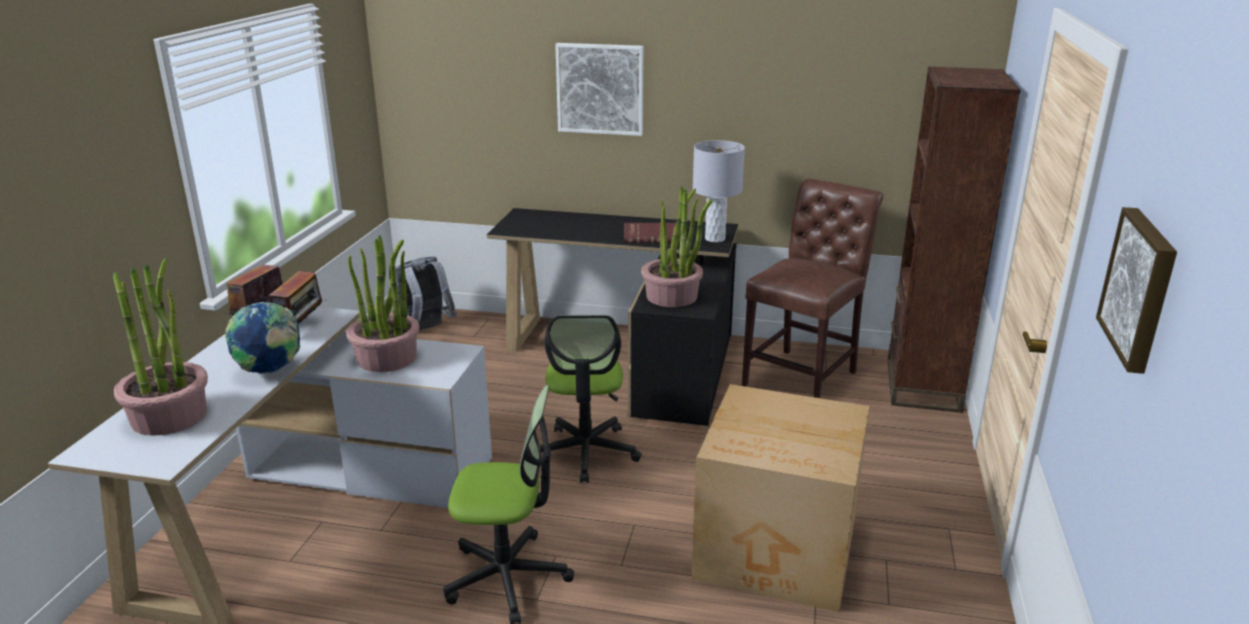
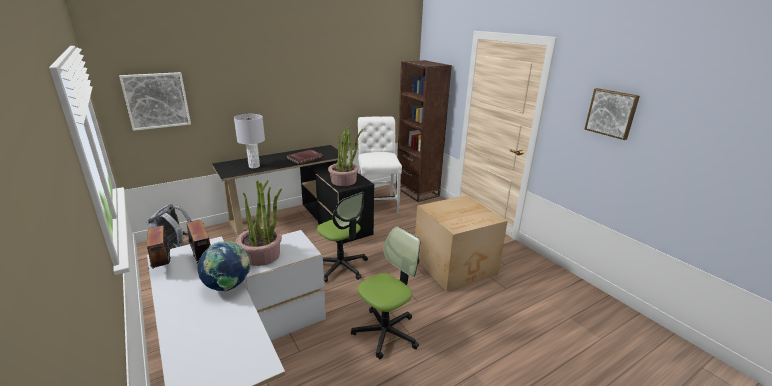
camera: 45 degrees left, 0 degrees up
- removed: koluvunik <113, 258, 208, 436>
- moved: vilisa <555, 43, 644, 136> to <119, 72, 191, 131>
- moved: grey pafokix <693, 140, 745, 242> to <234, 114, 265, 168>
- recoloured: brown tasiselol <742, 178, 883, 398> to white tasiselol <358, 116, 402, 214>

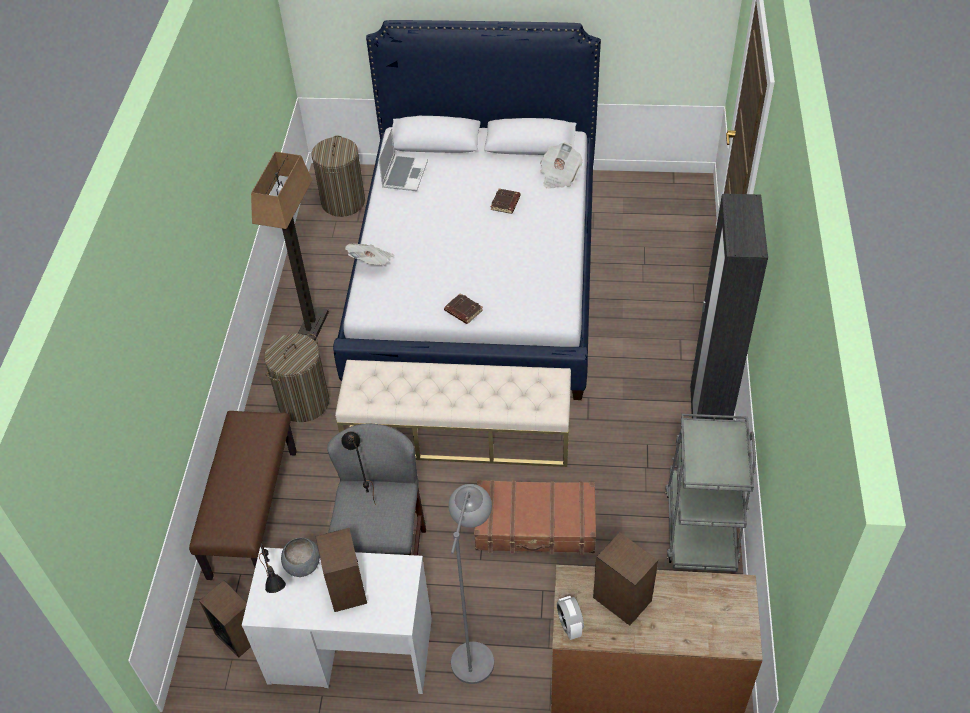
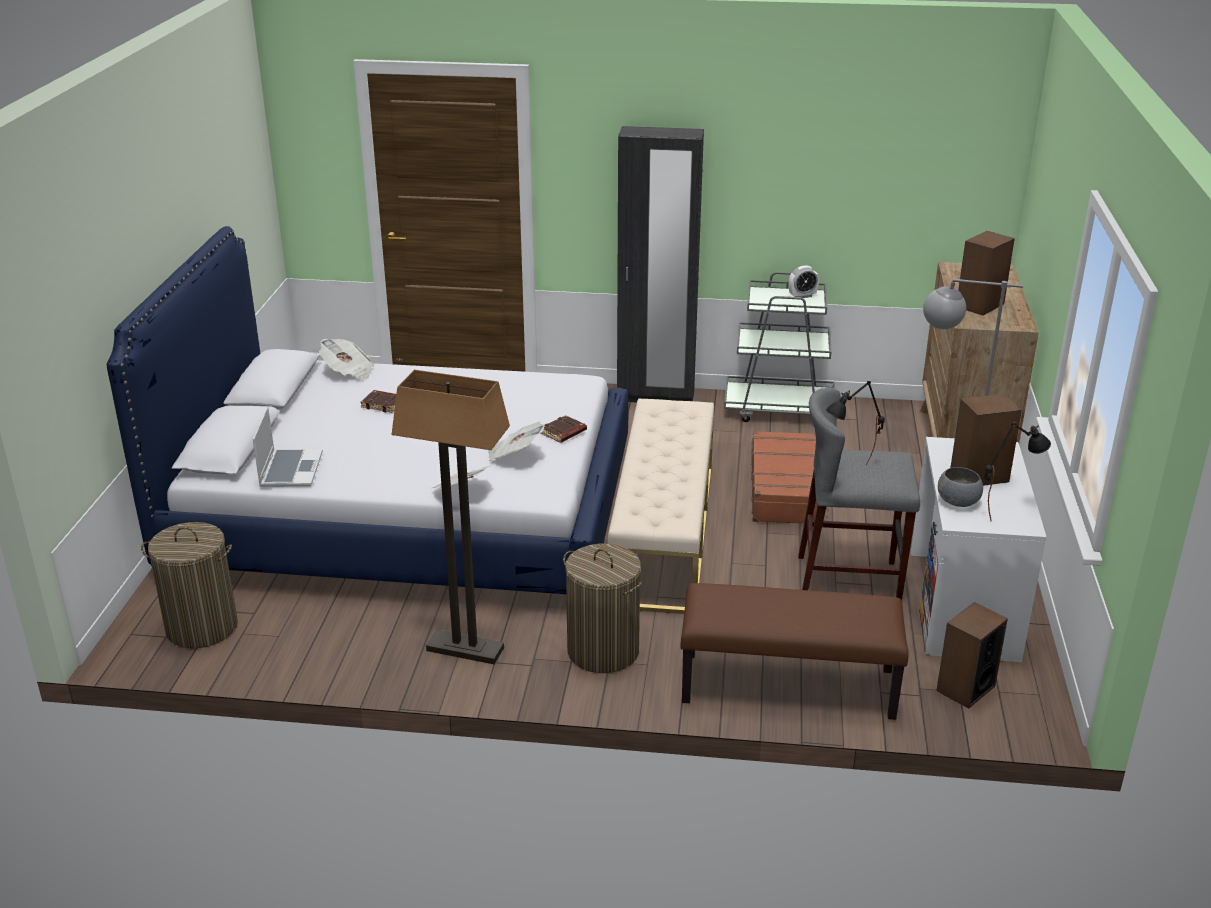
camera: 90 degrees left, 20 degrees down
- turned: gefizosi <378, 128, 428, 191> = <253, 406, 323, 487> 75 degrees clockwise
- moved: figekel <557, 596, 584, 640> to <789, 265, 819, 298>
- added: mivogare <488, 421, 544, 461>

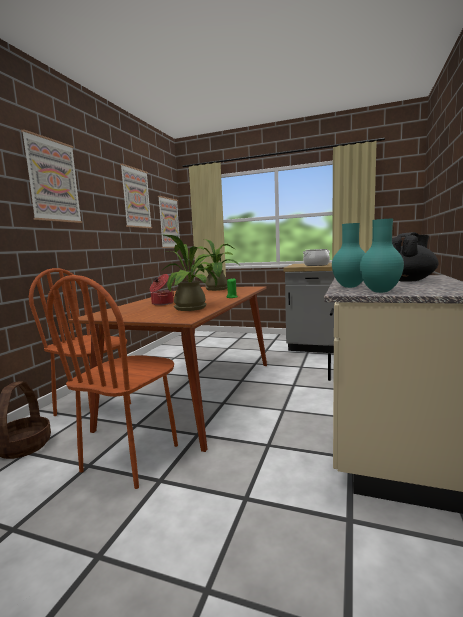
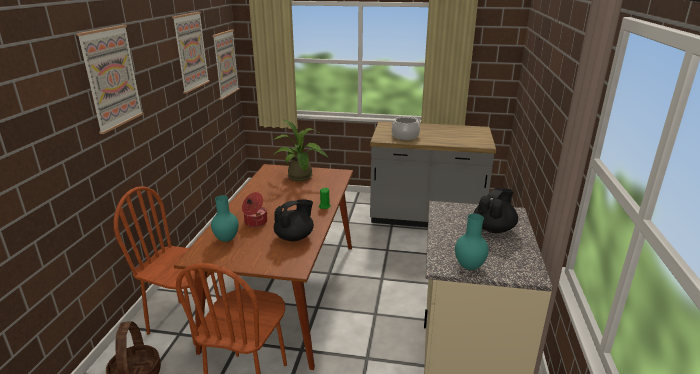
camera: 10 degrees left, 15 degrees up
- replaced: koluvunik <161, 235, 217, 311> to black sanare <274, 199, 314, 241>
- moved: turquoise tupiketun <332, 223, 365, 288> to <211, 195, 239, 242>

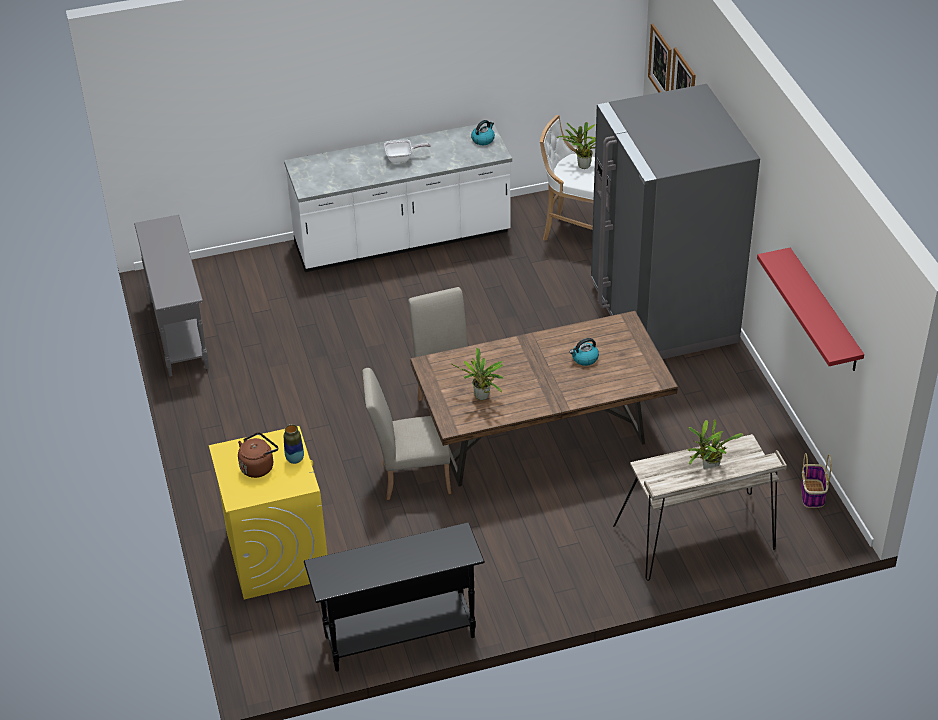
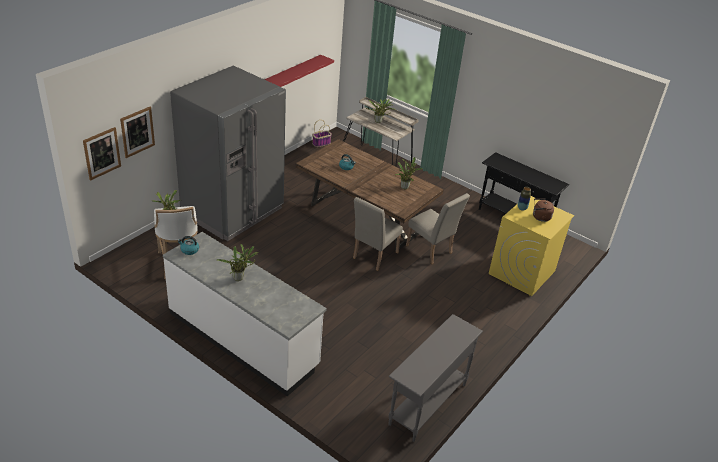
camera: 130 degrees left, 5 degrees down
- replaced: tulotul <384, 139, 431, 163> to koluvunik <217, 244, 259, 281>

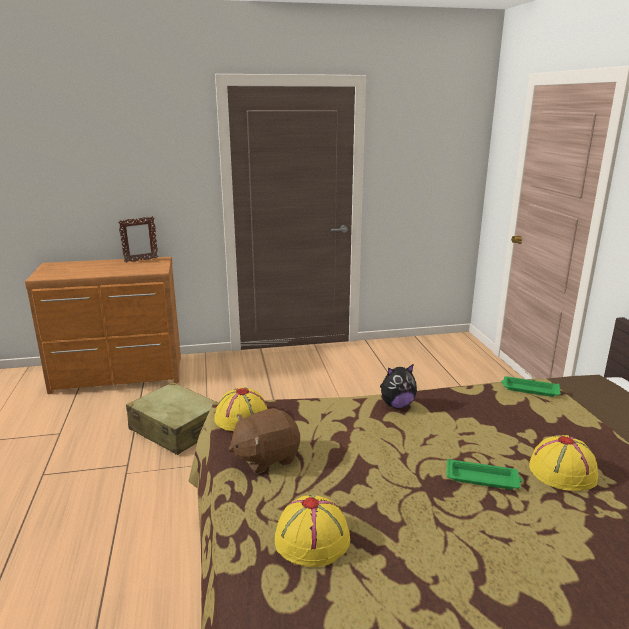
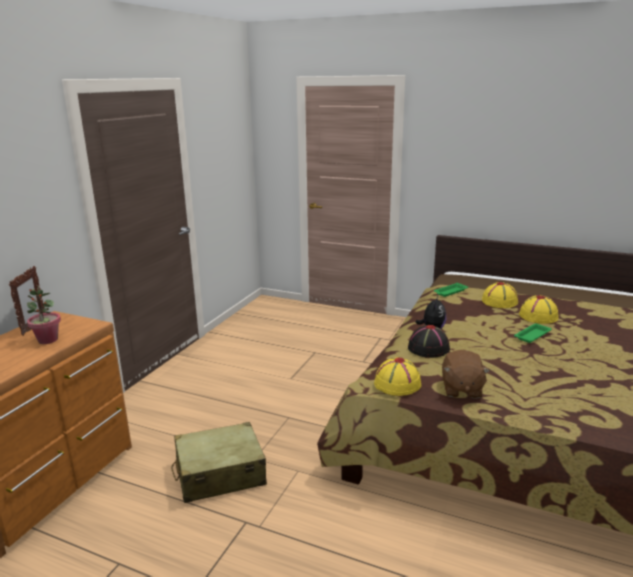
camera: 55 degrees left, 0 degrees up
- moved: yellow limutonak <275, 495, 350, 567> to <482, 282, 518, 308>
- added: koluvunik <27, 286, 61, 344>
- added: black limutonak <408, 325, 450, 358>

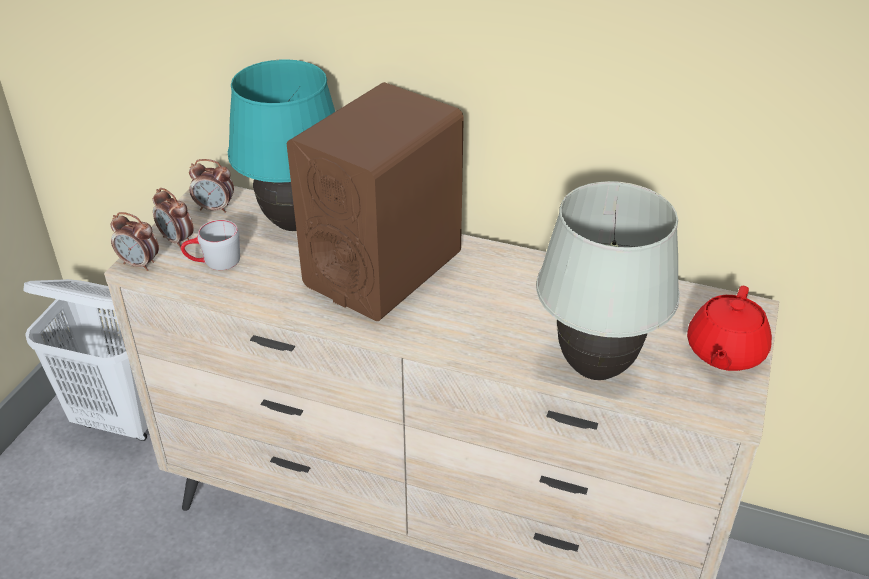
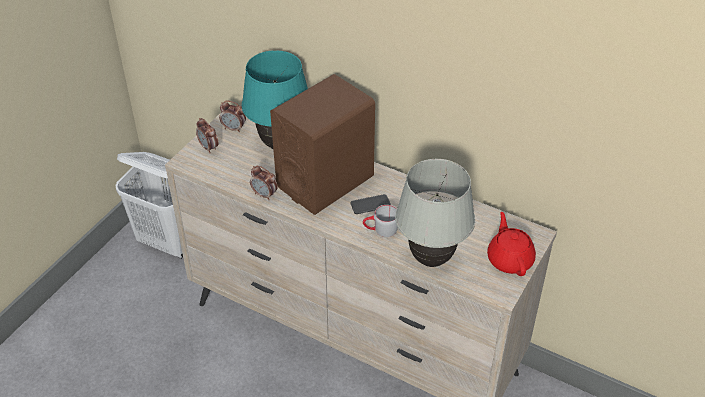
camera: 10 degrees right, 5 degrees up
- moved: figekel <110, 212, 159, 271> to <250, 166, 278, 200>
- moved: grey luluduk <181, 220, 240, 270> to <363, 205, 398, 237>
- turned: red sanare <687, 286, 772, 371> = <487, 212, 536, 276> 135 degrees clockwise
- added: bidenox <350, 194, 391, 214>

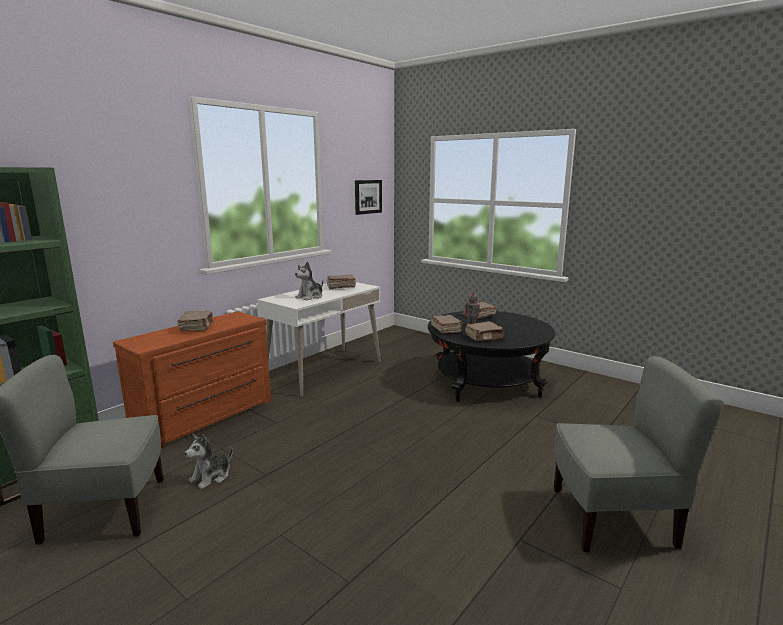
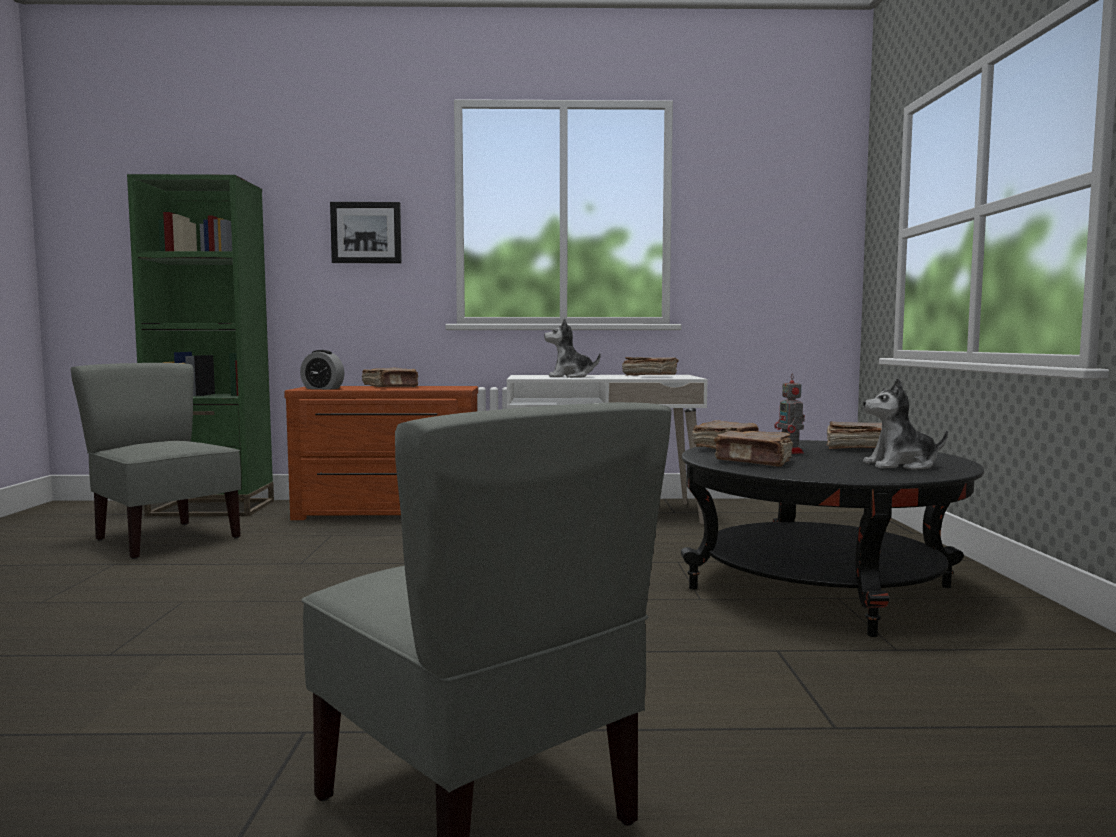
camera: 50 degrees right, 10 degrees down
- moved: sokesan <184, 434, 233, 489> to <863, 378, 948, 470>
- moved: vilisa <355, 180, 382, 215> to <330, 202, 402, 263>
- added: figekel <300, 350, 345, 390>

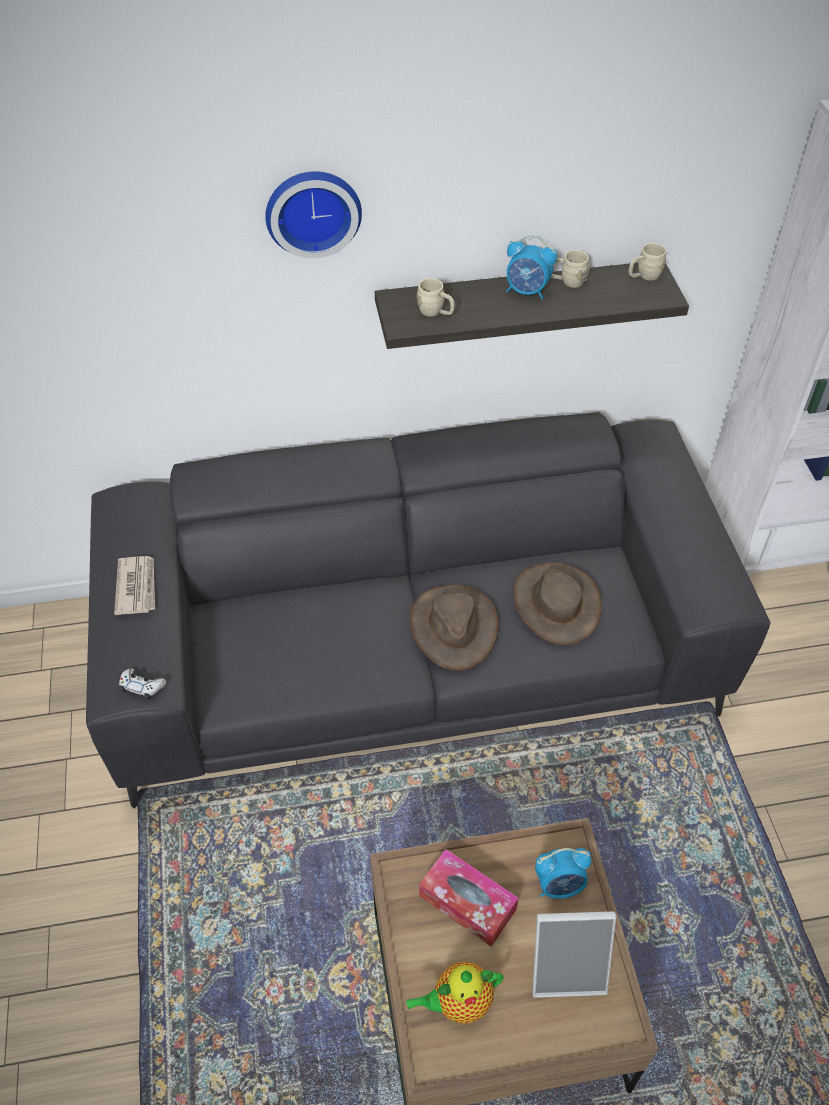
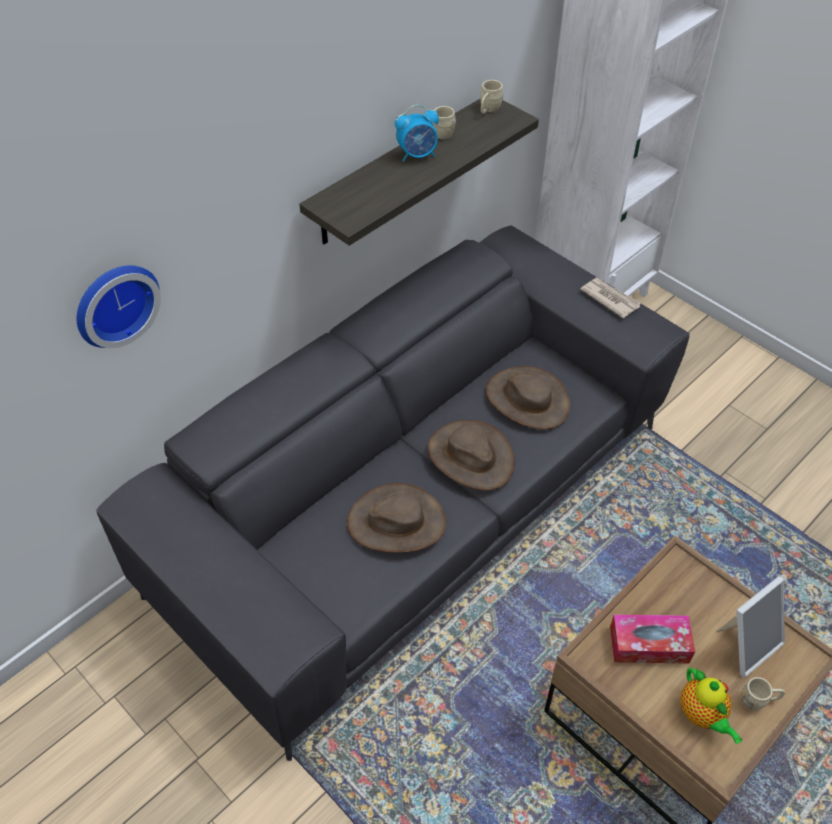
camera: 35 degrees left, 0 degrees up
- moved: mivogare <114, 556, 155, 615> to <580, 278, 641, 319>
- removed: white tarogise <119, 669, 166, 699>
- moved: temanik <265, 171, 362, 259> to <77, 265, 161, 348>
- turned: sanare <406, 962, 504, 1024> = <680, 668, 742, 744> 60 degrees counterclockwise
- moved: beige luluduk <417, 278, 455, 317> to <741, 677, 785, 710>
- removed: figekel <535, 848, 592, 899>
- added: brown limutonak <347, 483, 446, 553>

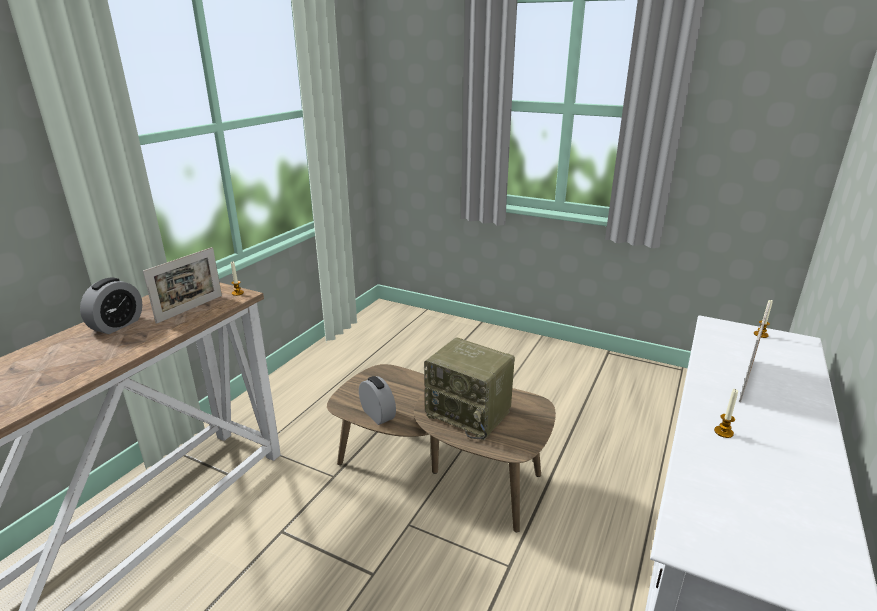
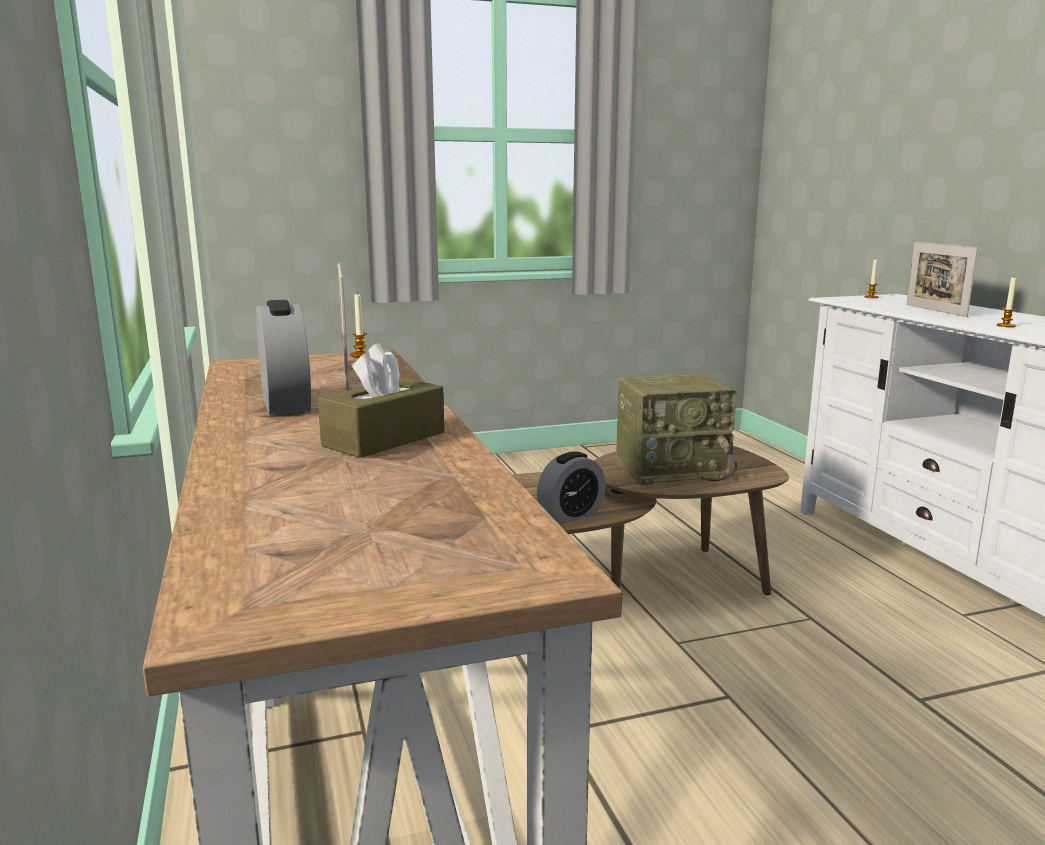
camera: 45 degrees left, 10 degrees down
- turned: figekel <359, 376, 396, 425> = <537, 451, 606, 524> 135 degrees clockwise
- added: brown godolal <318, 343, 444, 458>

